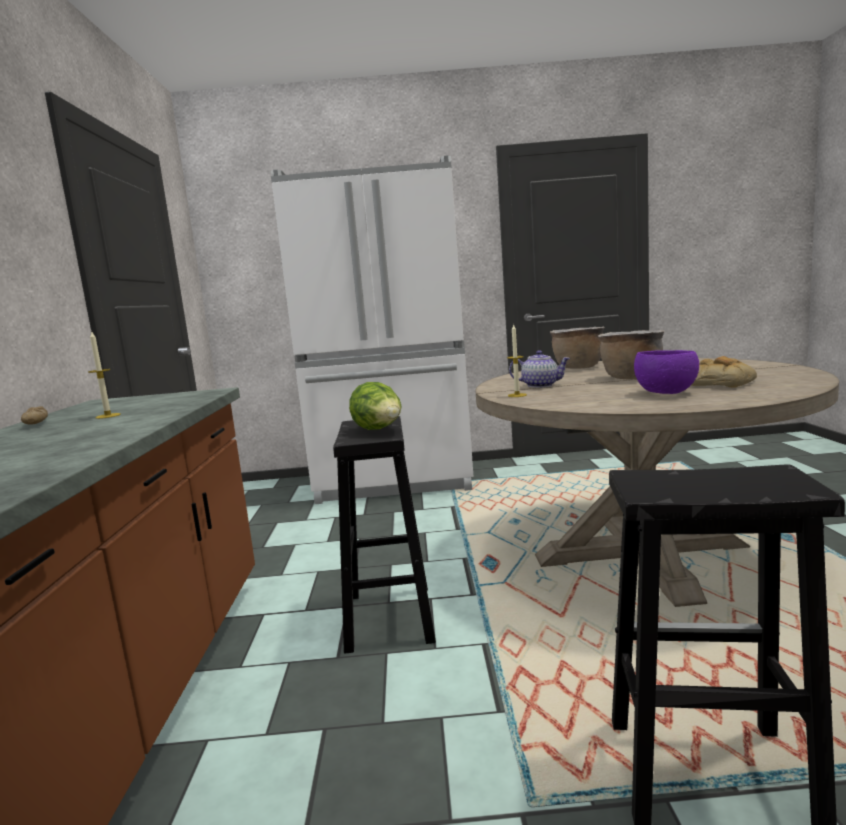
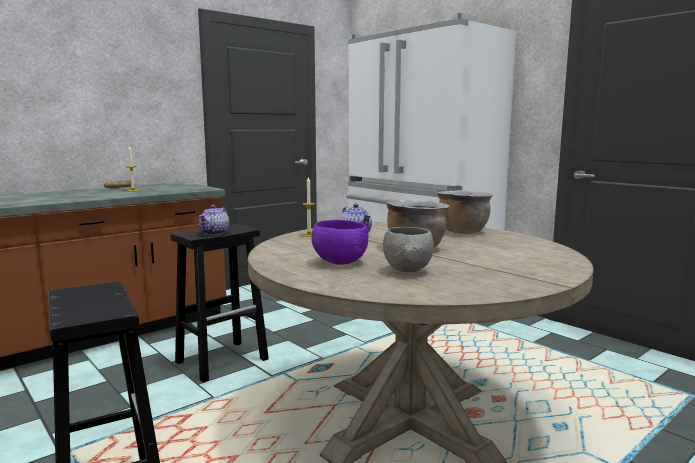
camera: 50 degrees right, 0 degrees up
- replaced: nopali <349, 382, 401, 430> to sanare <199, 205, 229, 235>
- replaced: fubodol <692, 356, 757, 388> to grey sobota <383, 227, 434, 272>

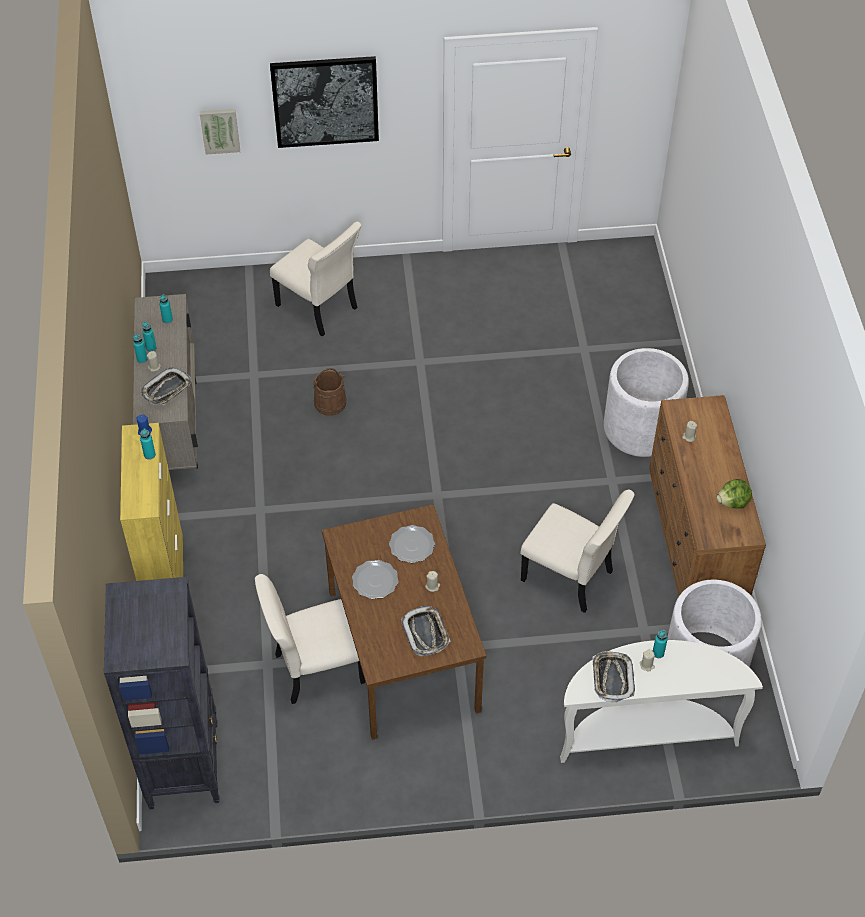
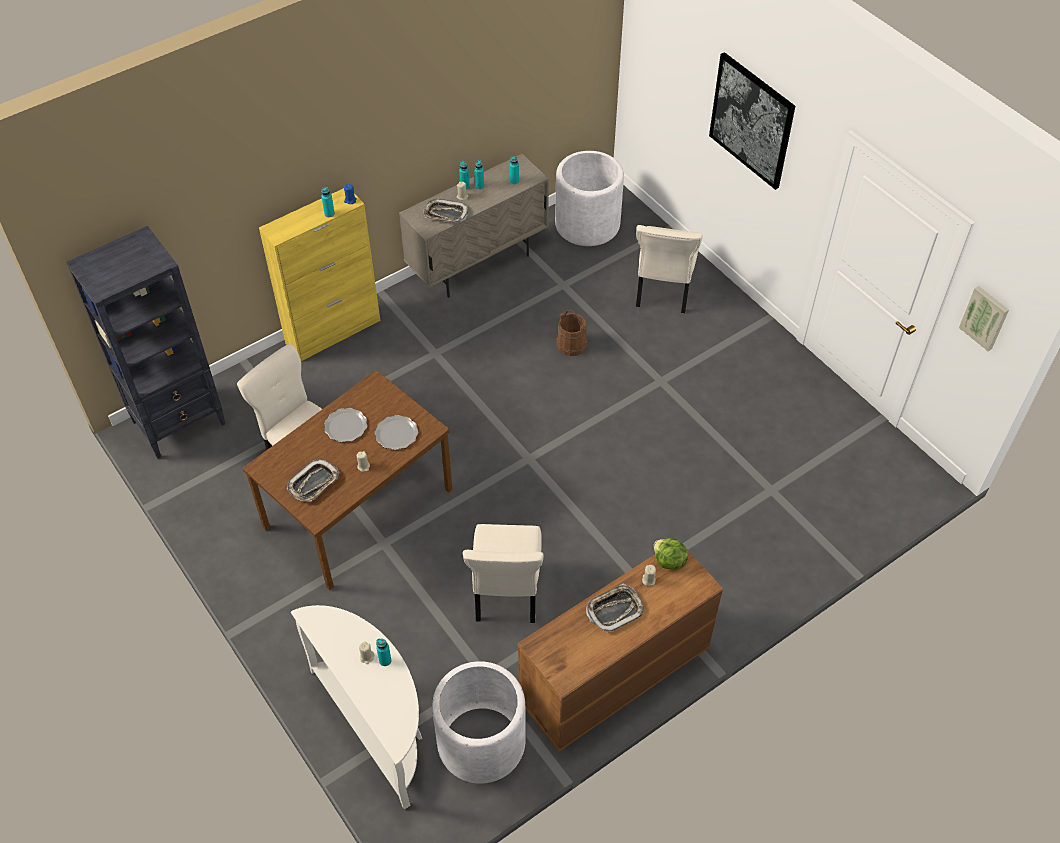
camera: 60 degrees right, 0 degrees up
- moved: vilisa <200, 109, 240, 155> to <959, 286, 1009, 351>
- moved: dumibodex <593, 651, 635, 703> to <586, 583, 645, 633>
- moved: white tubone <604, 348, 689, 457> to <555, 151, 624, 246>
- moved: nopali <717, 479, 752, 509> to <654, 538, 688, 570>

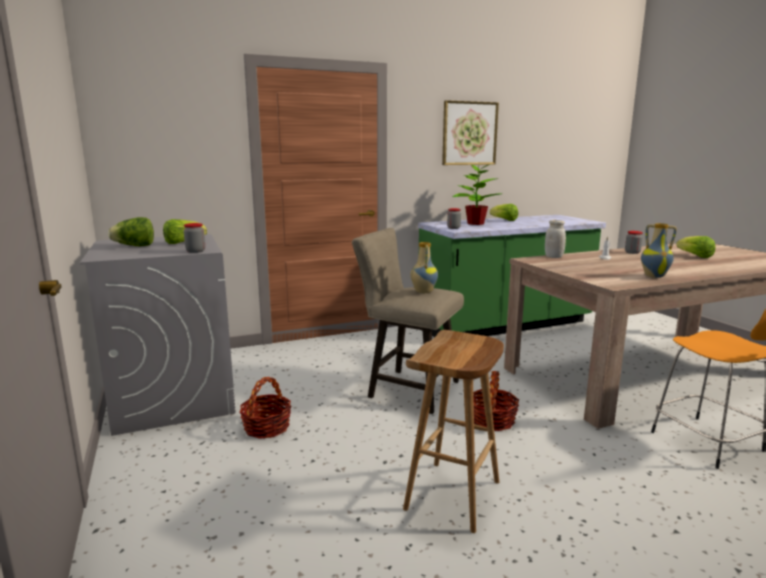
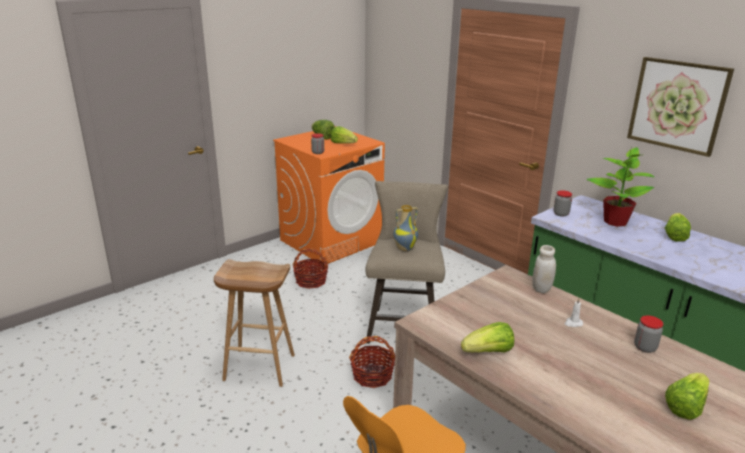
camera: 70 degrees right, 10 degrees up
- recoloured: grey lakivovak <80, 234, 236, 436> to orange lakivovak <273, 126, 385, 265>
- replaced: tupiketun <641, 223, 677, 278> to nopali <461, 322, 514, 353>

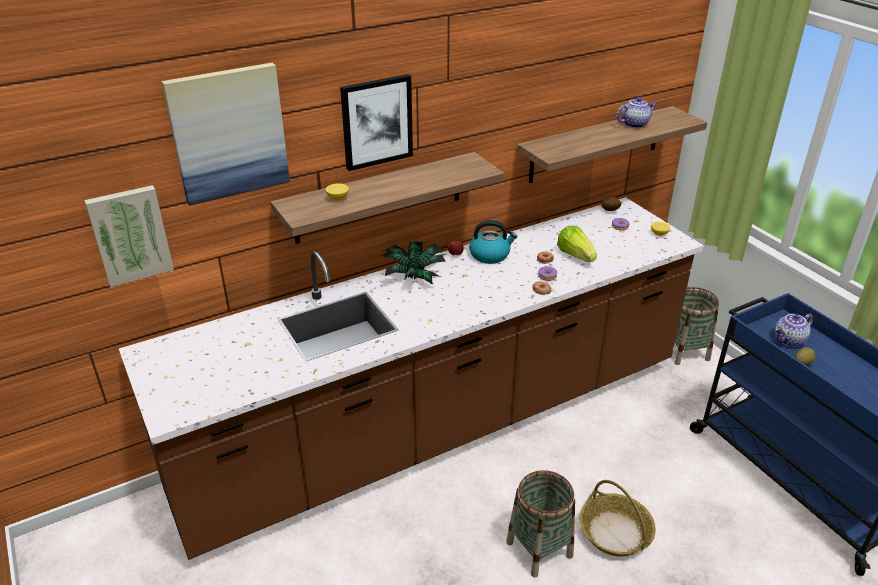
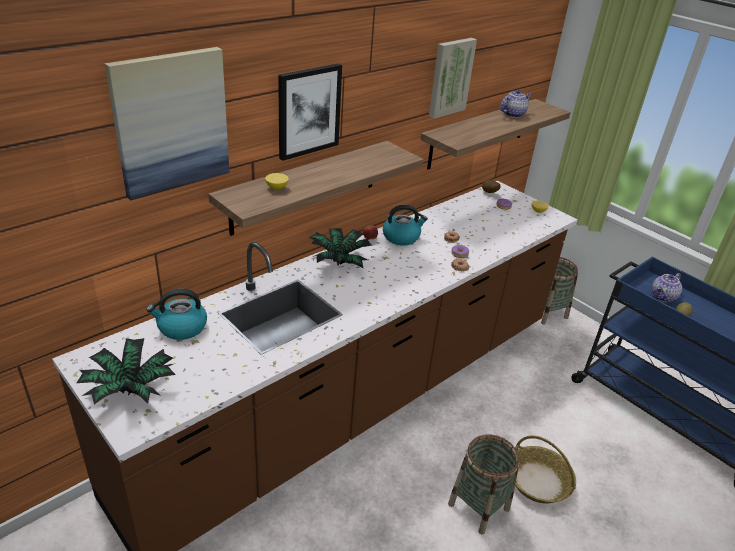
camera: 15 degrees left, 0 degrees up
- moved: vilisa <84, 185, 174, 287> to <429, 38, 477, 119>
- removed: nopali <557, 226, 597, 262>
- added: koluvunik <76, 338, 176, 404>
- added: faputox <146, 289, 207, 340>

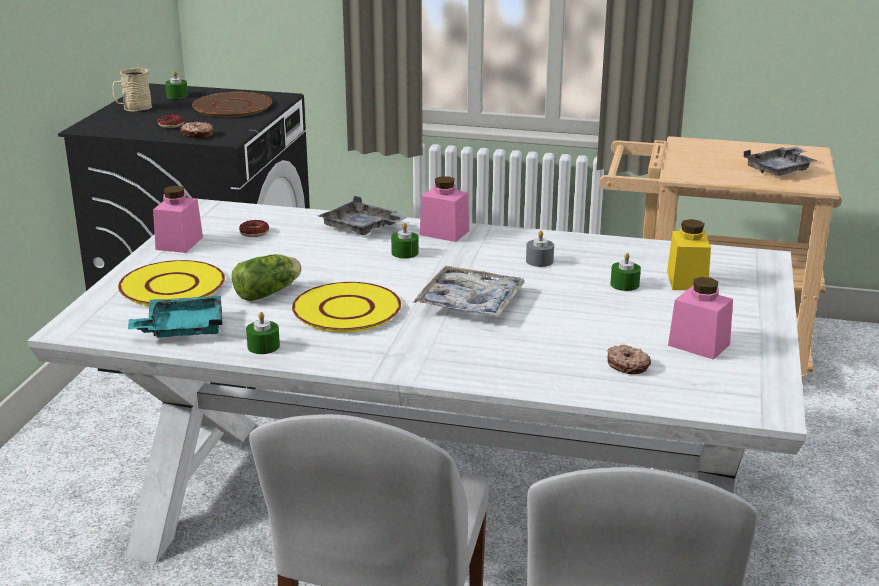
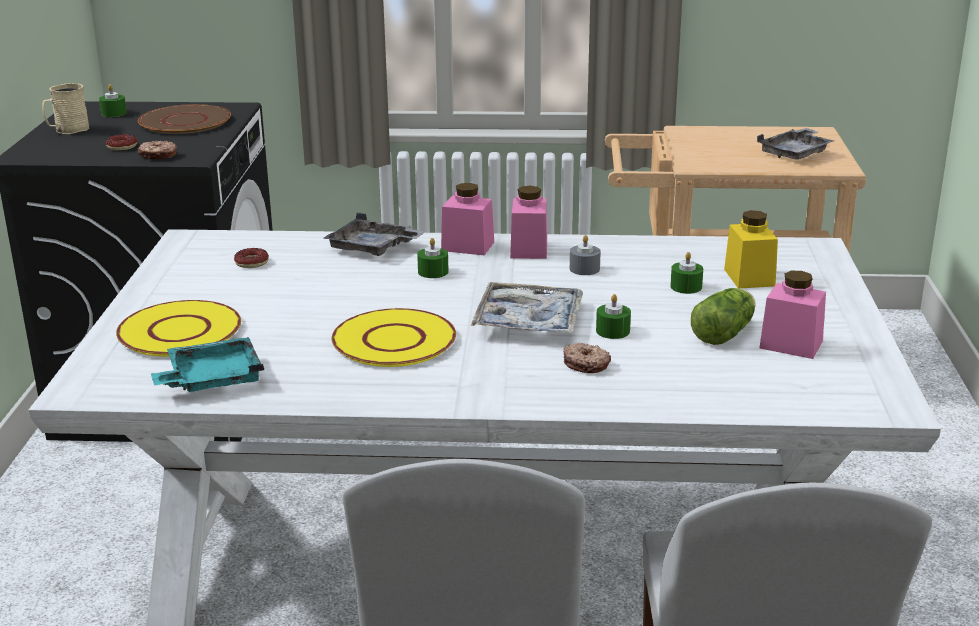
camera: 10 degrees left, 0 degrees up
- moved: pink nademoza <153, 186, 203, 253> to <510, 186, 547, 259>
- moved: nopali <231, 254, 302, 301> to <691, 288, 756, 345>
- moved: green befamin <246, 312, 280, 354> to <596, 294, 631, 339>
- moved: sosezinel <607, 345, 651, 374> to <563, 343, 611, 373>

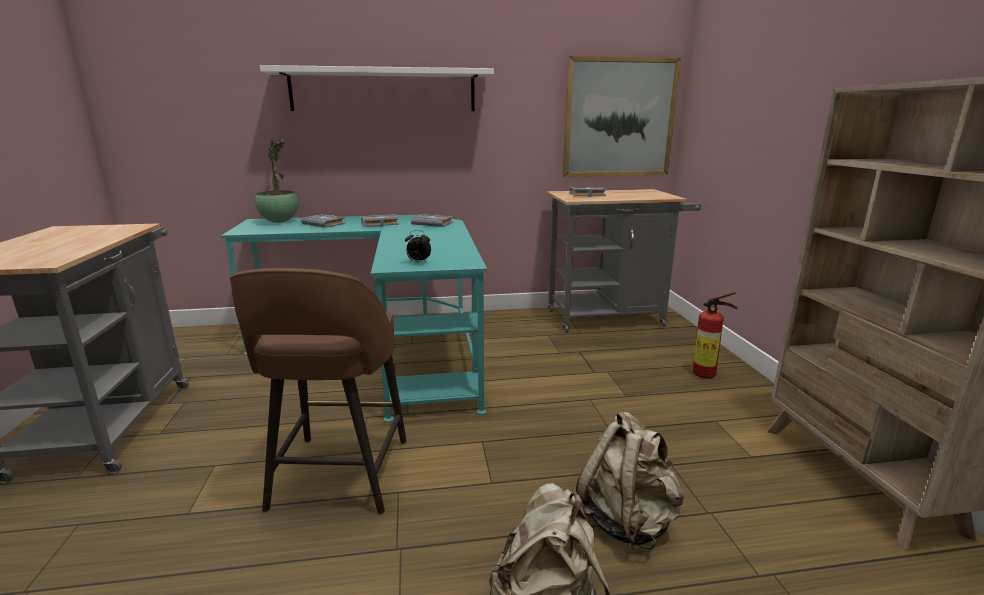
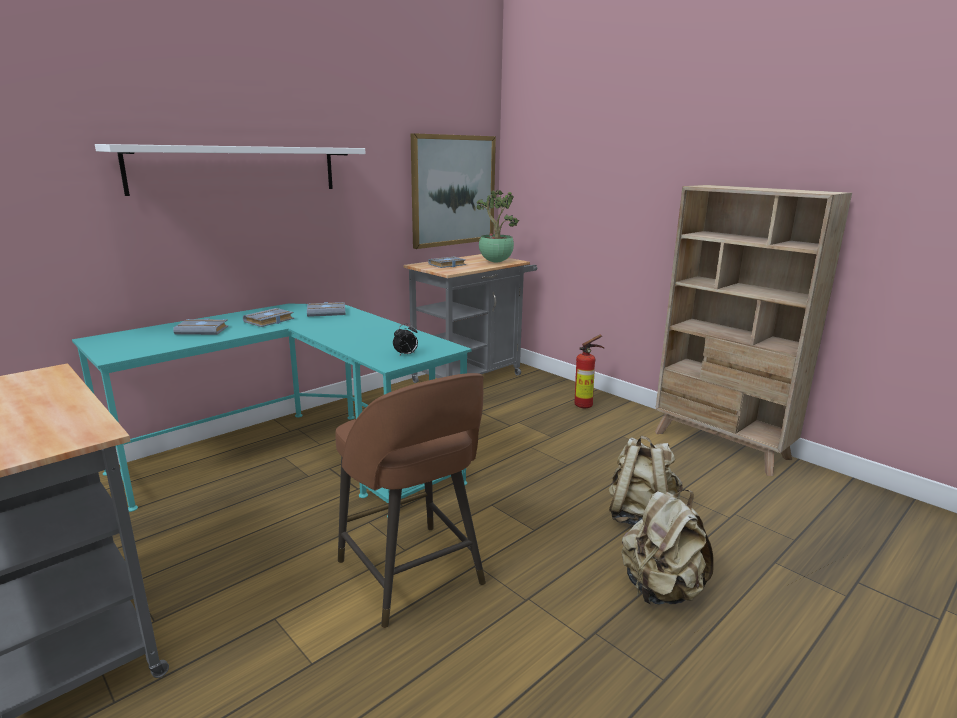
camera: 35 degrees left, 0 degrees up
- moved: koluvunik <255, 139, 298, 223> to <477, 190, 519, 263>

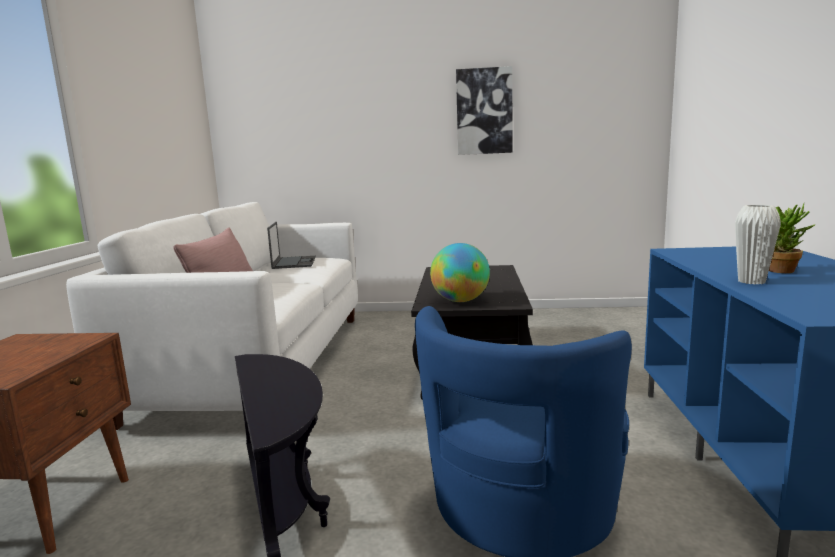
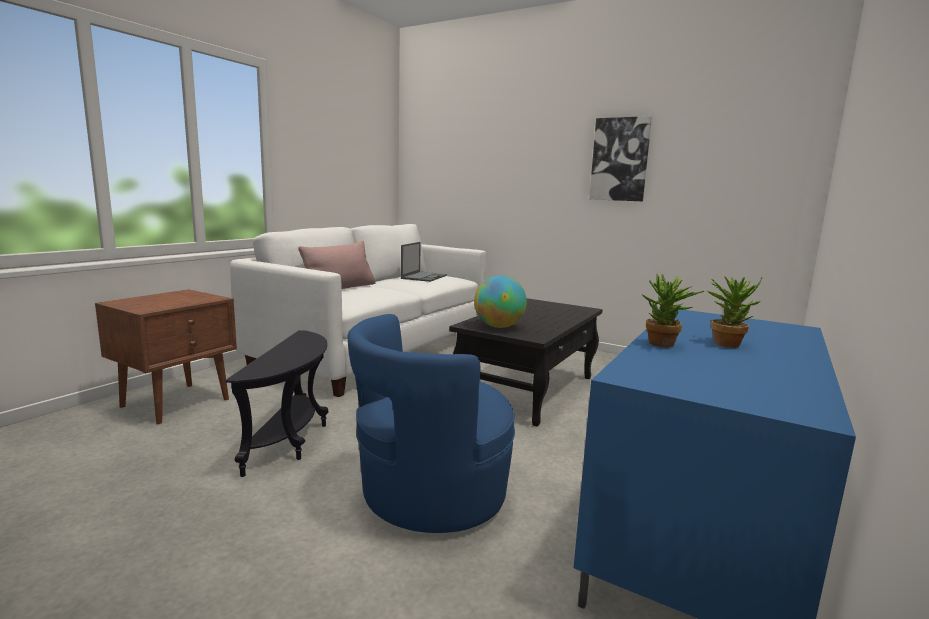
camera: 25 degrees right, 0 degrees up
- replaced: white tupiketun <735, 205, 781, 284> to koluvunik <641, 272, 704, 347>

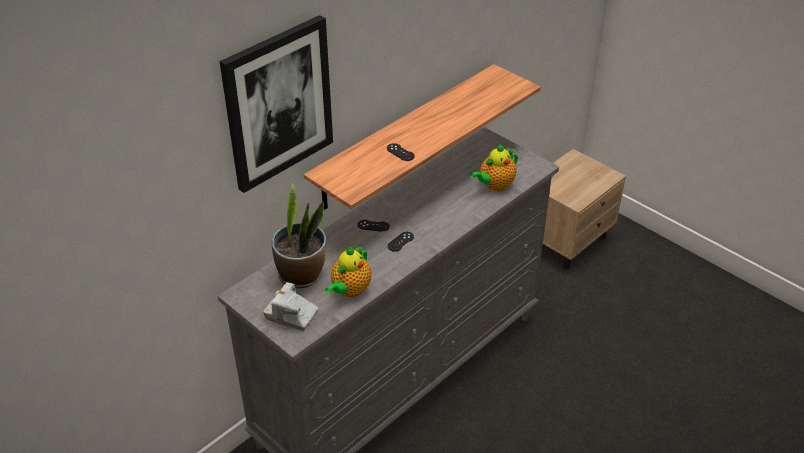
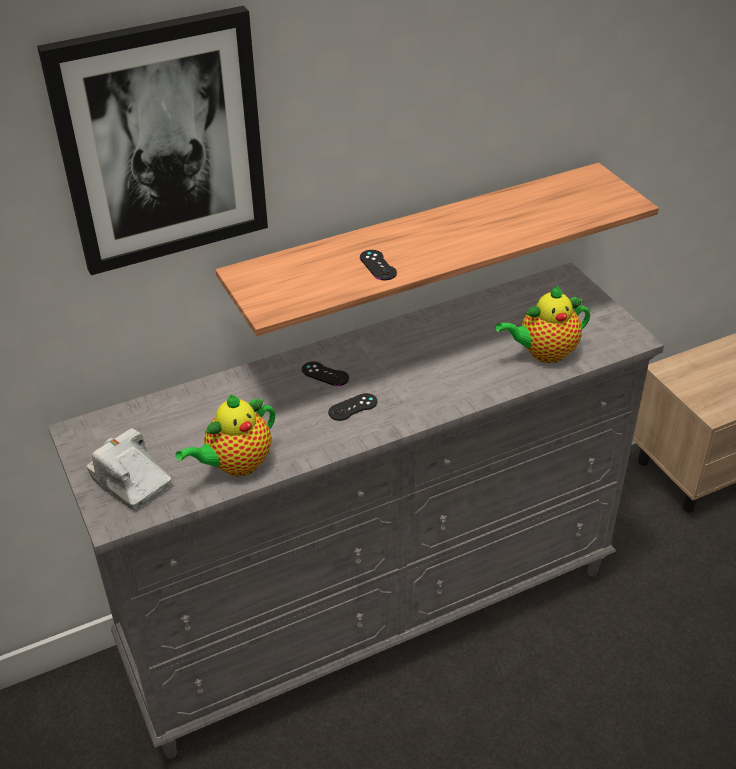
camera: 20 degrees right, 0 degrees up
- removed: koluvunik <272, 183, 326, 288>

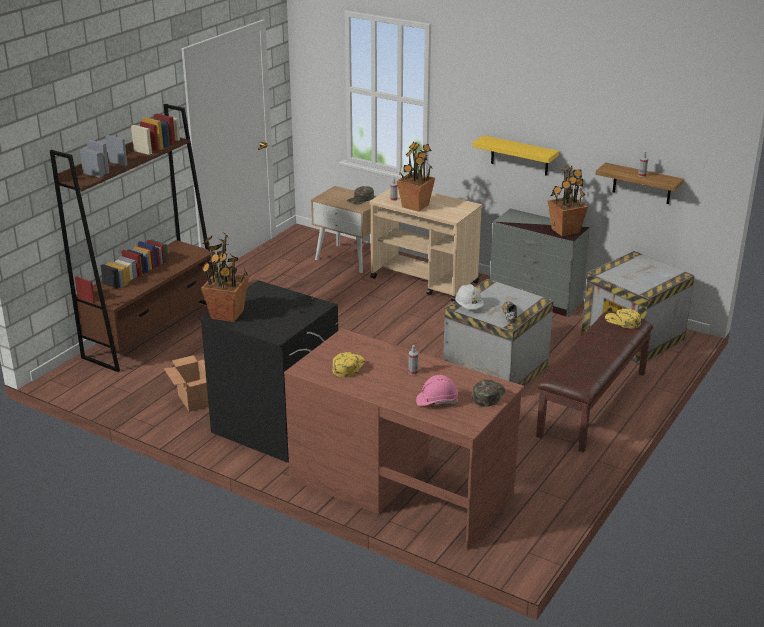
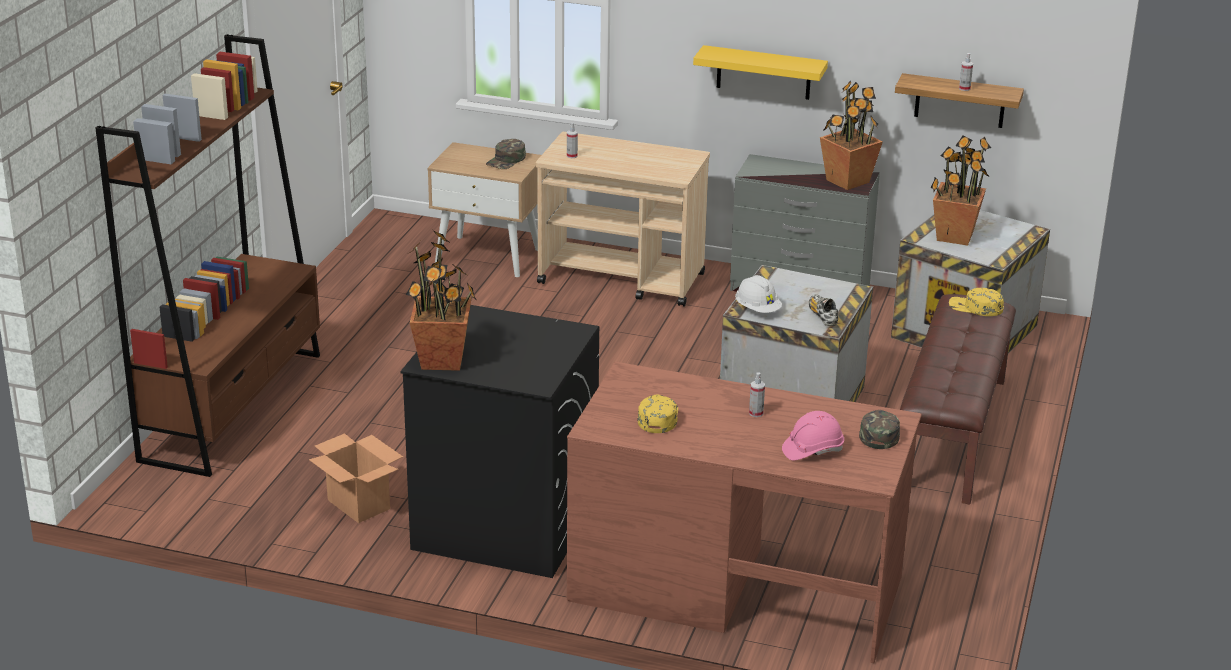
camera: 15 degrees left, 0 degrees up
- moved: koluvunik <397, 142, 435, 212> to <930, 135, 991, 245>

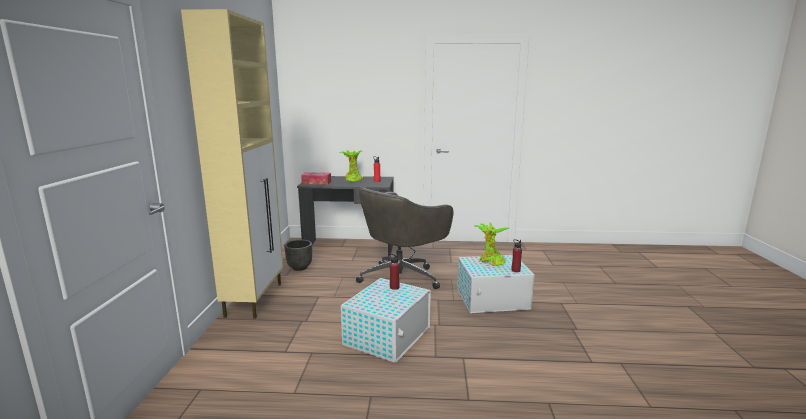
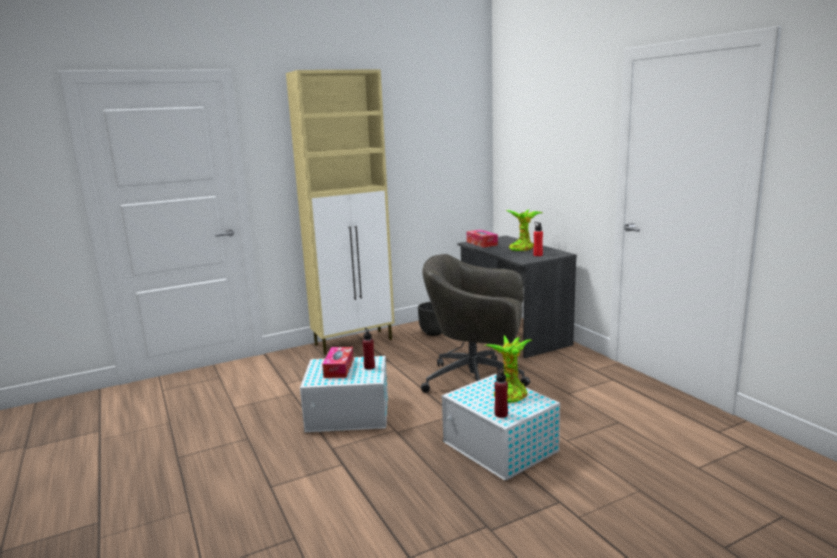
camera: 60 degrees right, 0 degrees up
- added: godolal <322, 347, 354, 378>

